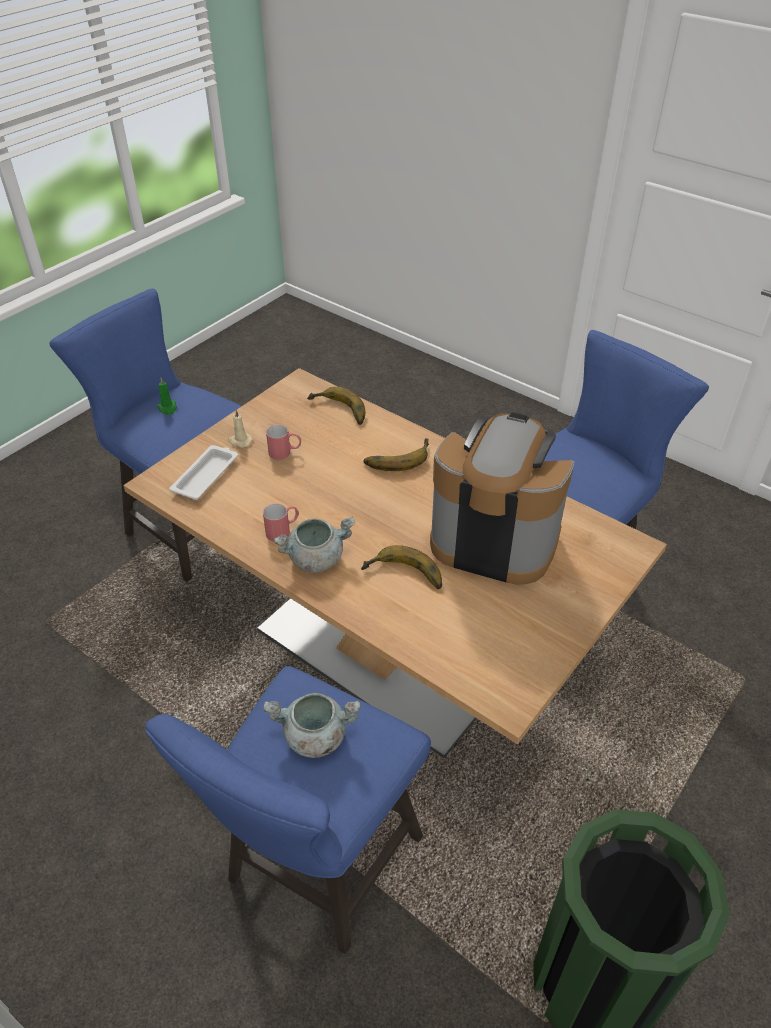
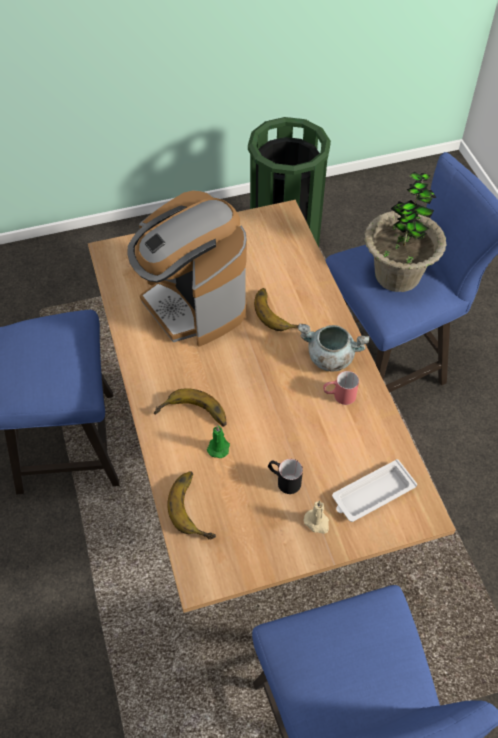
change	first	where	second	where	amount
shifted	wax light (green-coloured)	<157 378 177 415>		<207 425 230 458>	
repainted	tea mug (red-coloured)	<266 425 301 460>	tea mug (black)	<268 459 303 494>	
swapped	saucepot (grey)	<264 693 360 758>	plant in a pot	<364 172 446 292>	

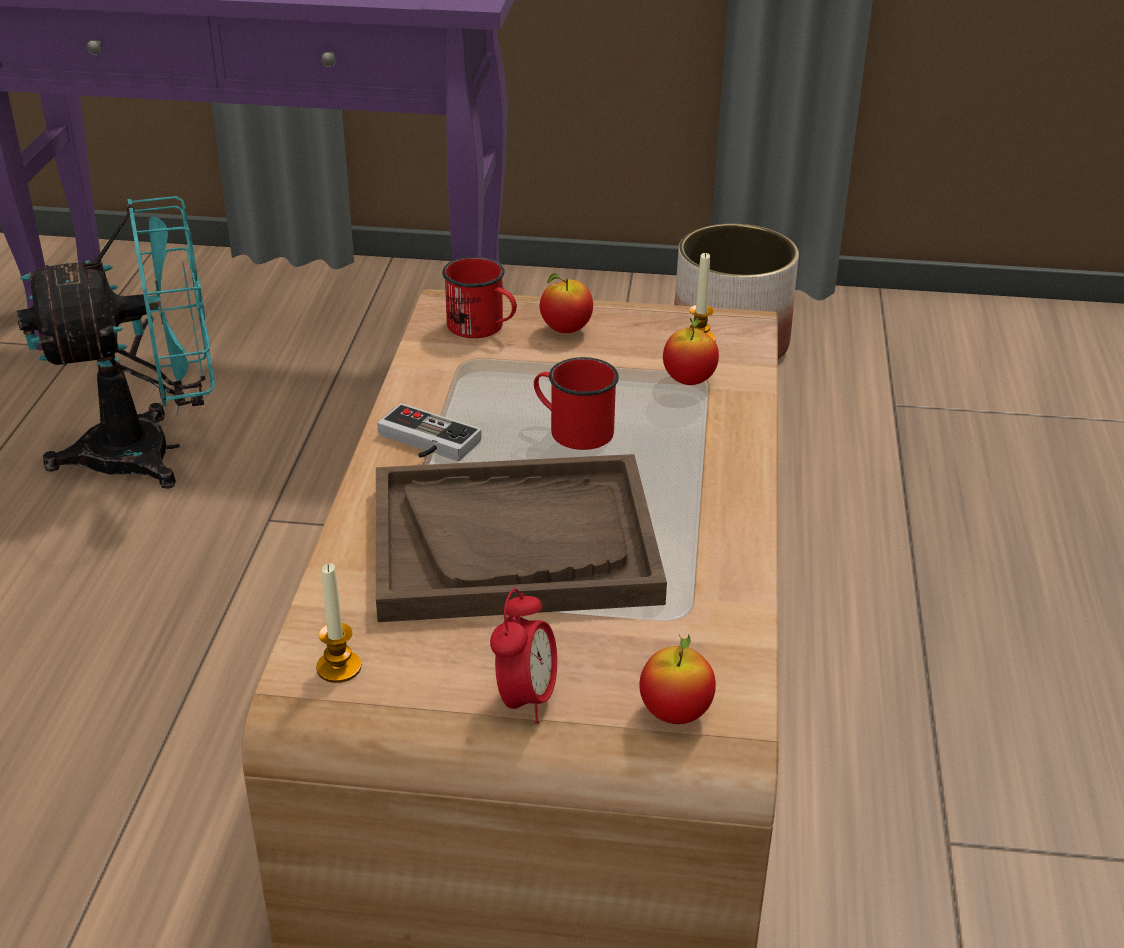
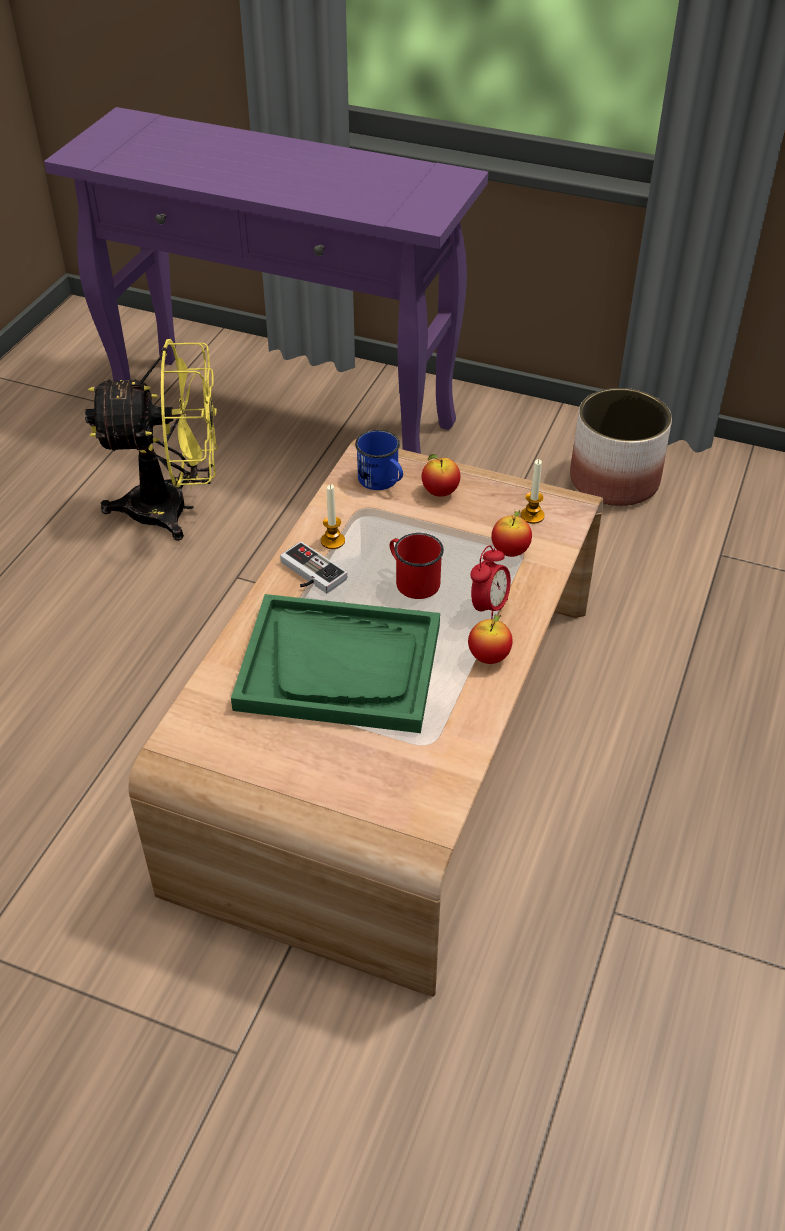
change	first	where	second	where	amount
repainted	electric fan (turquoise)	<17 196 215 489>	electric fan (yellowish)	<85 339 218 541>	
repainted	tea mug (red-coloured)	<442 257 517 338>	tea mug (bluish)	<355 430 403 490>	
repainted	serving tray (brown-coloured)	<376 454 667 622>	serving tray (green-coloured)	<231 594 440 733>	
shifted	wax light	<316 564 361 683>		<321 484 345 549>	
shifted	table clock	<490 588 557 724>		<470 545 511 619>	
shifted	apple fruit	<639 634 716 724>		<468 614 513 664>	

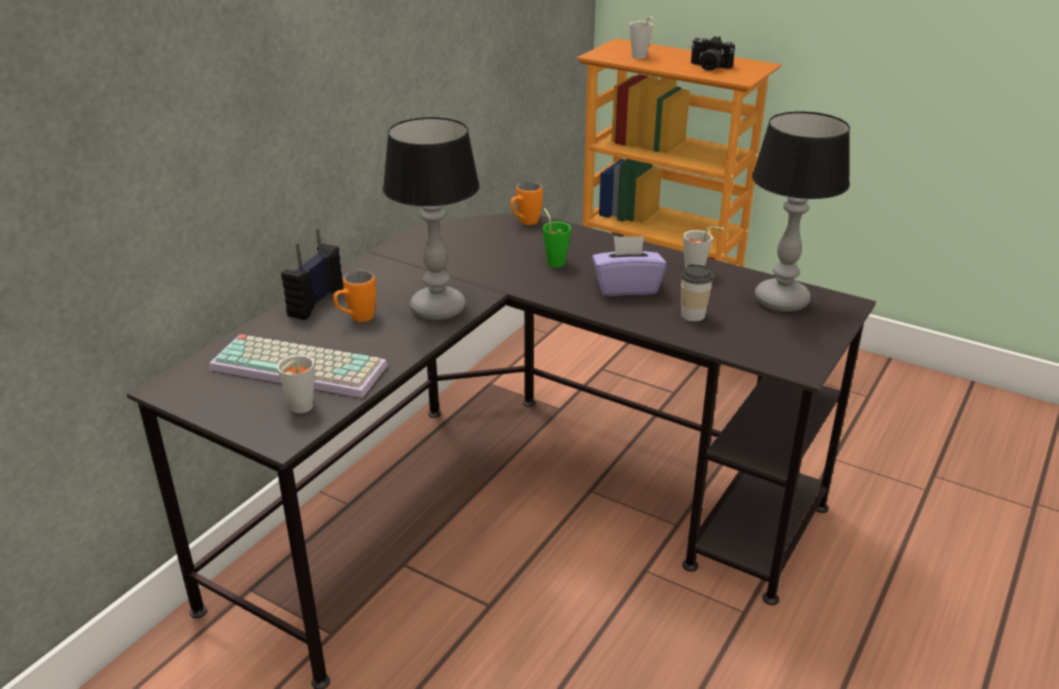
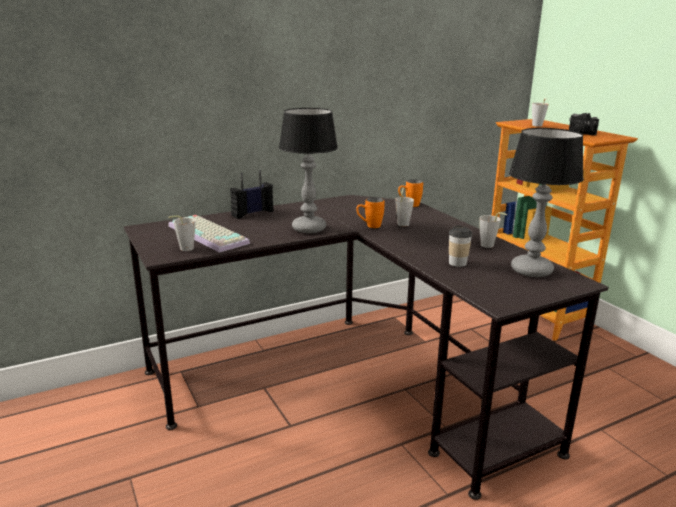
change	first	where	second	where	amount
repainted	drinking cup (green-coloured)	<543 208 571 268>	drinking cup (grey)	<395 188 414 227>	
gone	box of tissues (purple-coloured)	<592 236 667 296>			
shifted	tea mug (orange-coloured)	<333 270 376 322>		<356 197 385 228>	

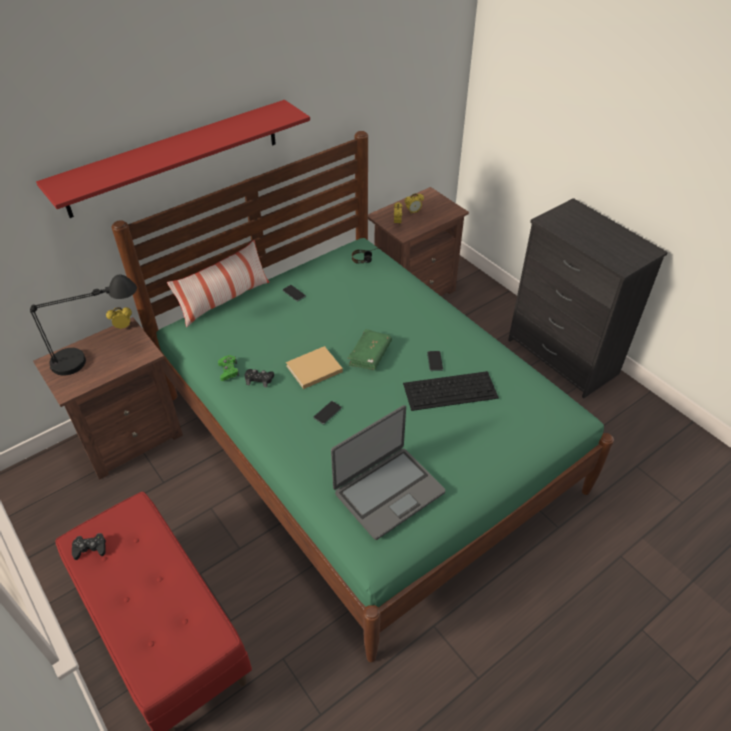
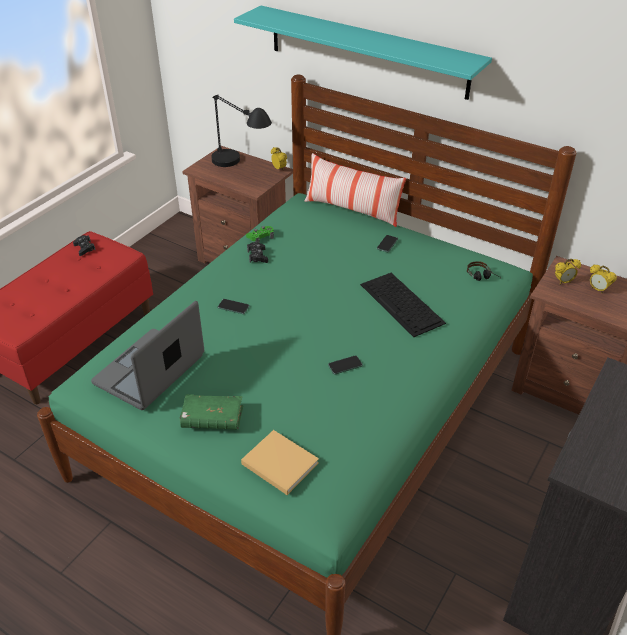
change	first	where	second	where	amount
repainted	wall shelf (red-coloured)	<36 100 310 218>	wall shelf (turquoise)	<234 6 492 100>	
shifted	volume (green-coloured)	<348 329 392 370>		<179 394 243 430>	
shifted	volume (sand-coloured)	<286 346 343 389>		<241 430 319 495>	
shifted	PC keyboard	<403 371 499 411>		<360 273 446 337>	
rotated	notebook computer	<331 405 445 540>		<91 301 204 410>	90 degrees clockwise

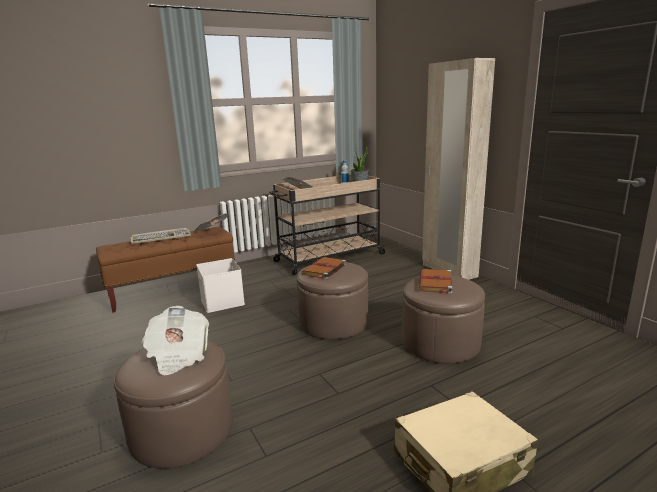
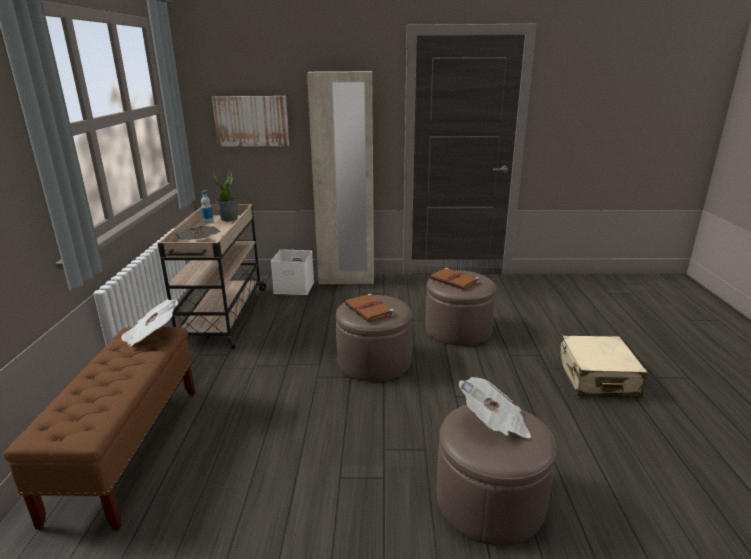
change	first	where	second	where	amount
gone	PC keyboard	<130 228 191 244>			
shifted	storage container (white)	<196 258 245 313>		<271 249 314 295>	
new			wall picture	<212 96 289 147>	

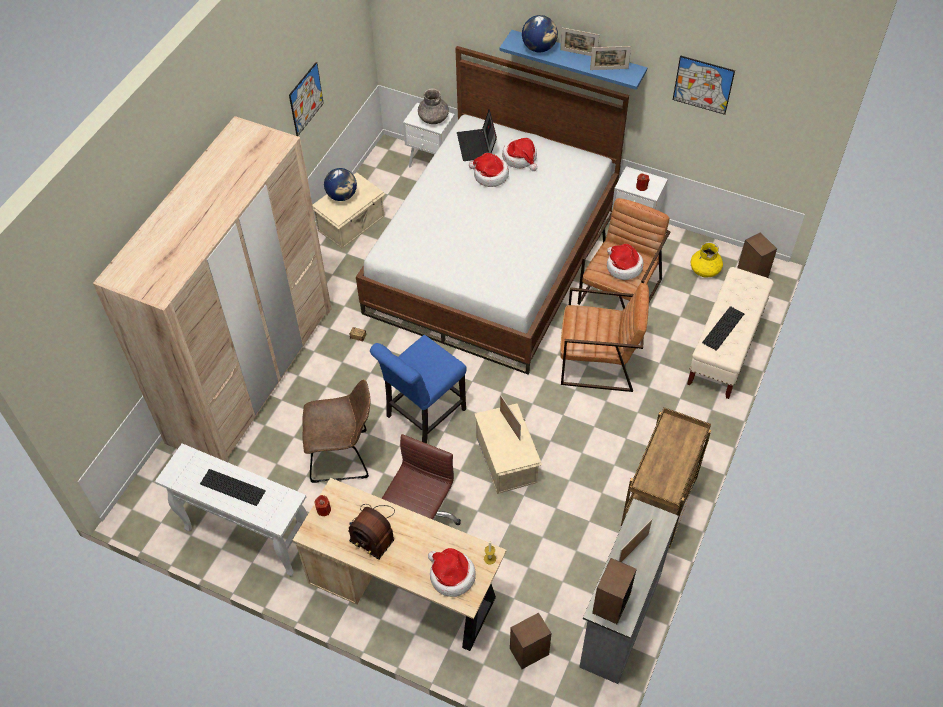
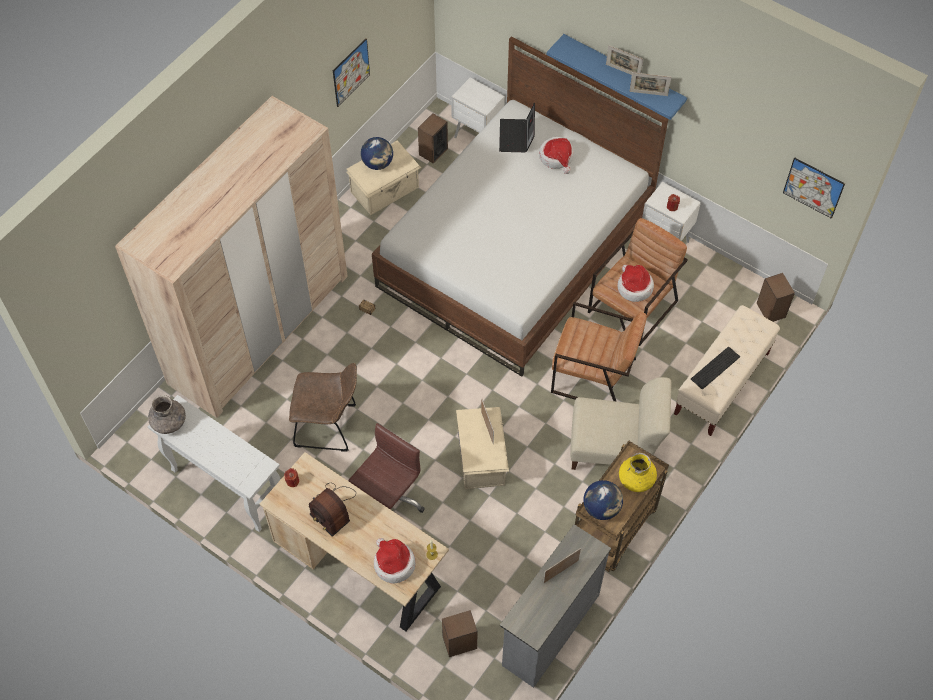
change	first	where	second	where	amount
shifted	globe	<522 15 558 52>		<583 480 623 520>	
shifted	wall picture	<673 55 735 115>		<783 157 845 219>	
shifted	vase (grey)	<418 88 449 124>		<148 395 186 434>	
gone	wearable hat	<469 153 509 187>			
shifted	vase (yellowish)	<690 242 723 278>		<619 453 657 492>	
gone	plain chair (bluish)	<370 335 467 444>			
gone	PC keyboard	<200 469 266 506>			
shifted	loudspeaker	<592 558 637 624>		<418 113 448 164>	
new			plain chair (sand-coloured)	<570 377 671 470>	

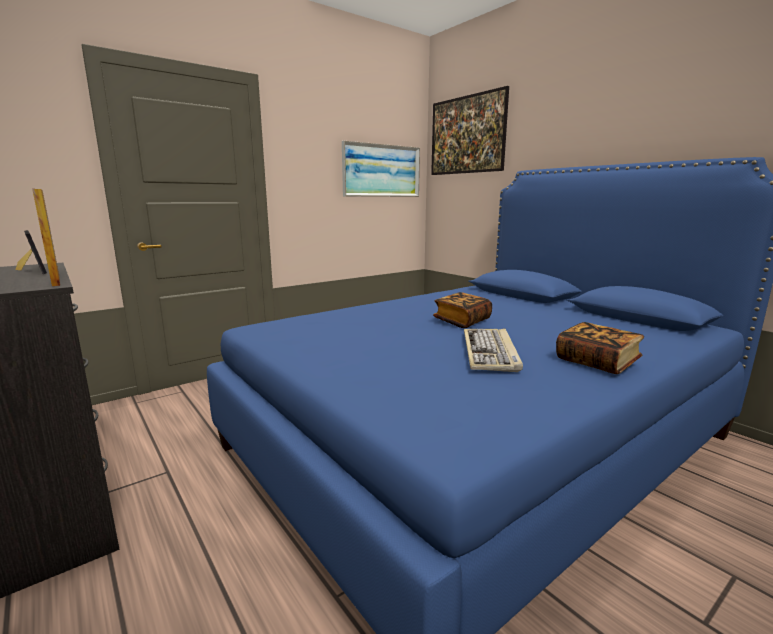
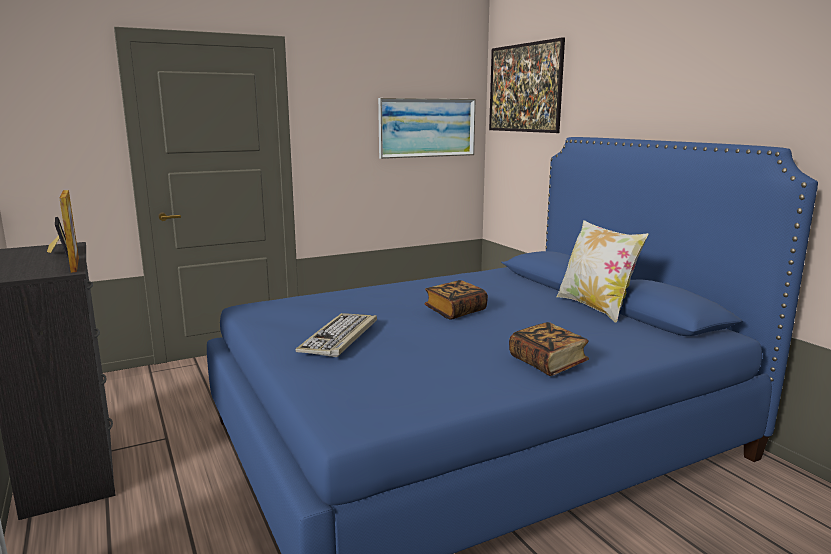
change	first	where	second	where	amount
shifted	PC keyboard	<464 329 523 372>		<295 313 377 357>	
new			throw pillow	<556 220 649 323>	

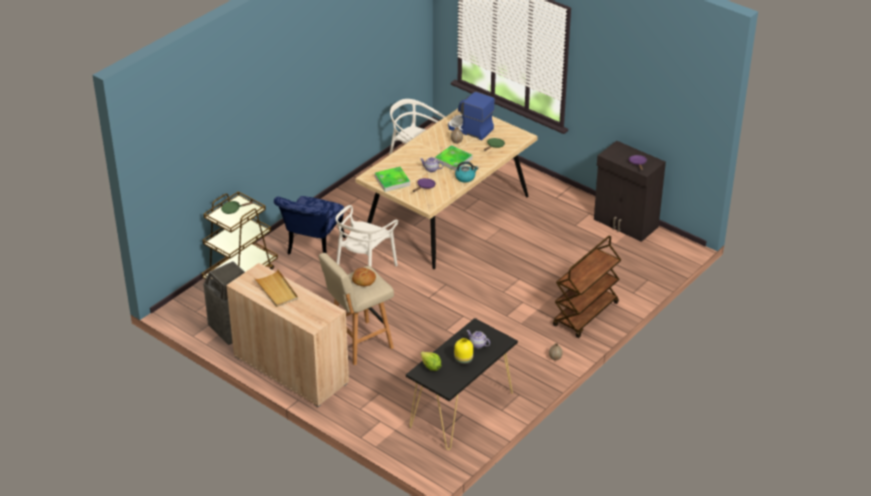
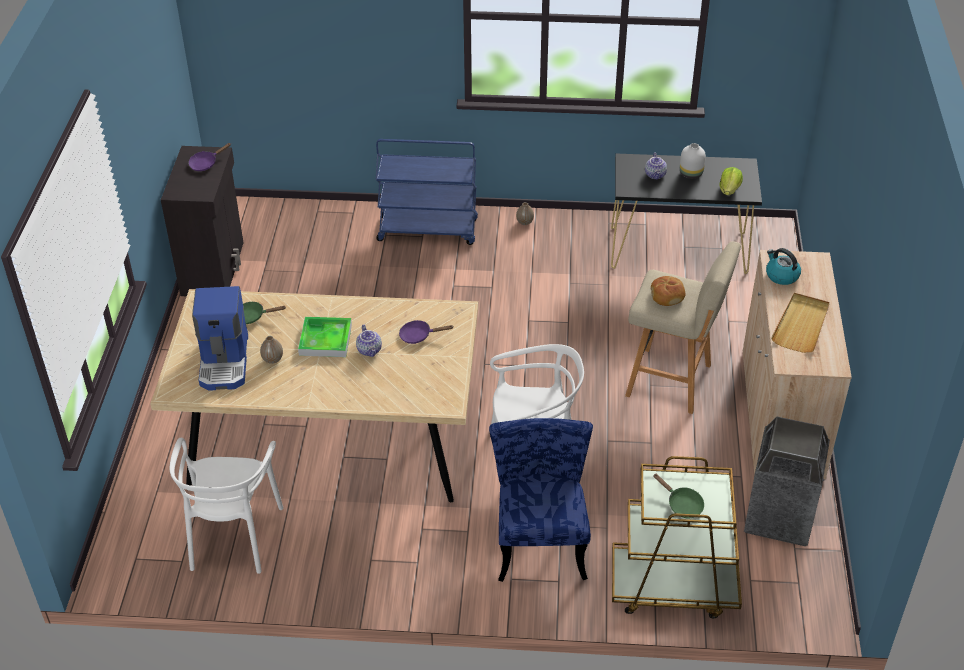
change	first	where	second	where	amount
shifted	water kettle	<455 161 478 183>		<766 248 801 285>	
gone	serving tray	<375 167 410 192>			
rotated	plain chair (bluish)	<274 196 346 255>		<489 418 593 582>	75 degrees counterclockwise
repainted	trolley (brown-coloured)	<553 236 621 338>	trolley (bluish)	<376 139 478 245>	
repainted	vase (yellowish)	<454 338 473 365>	vase (white)	<680 143 706 179>	

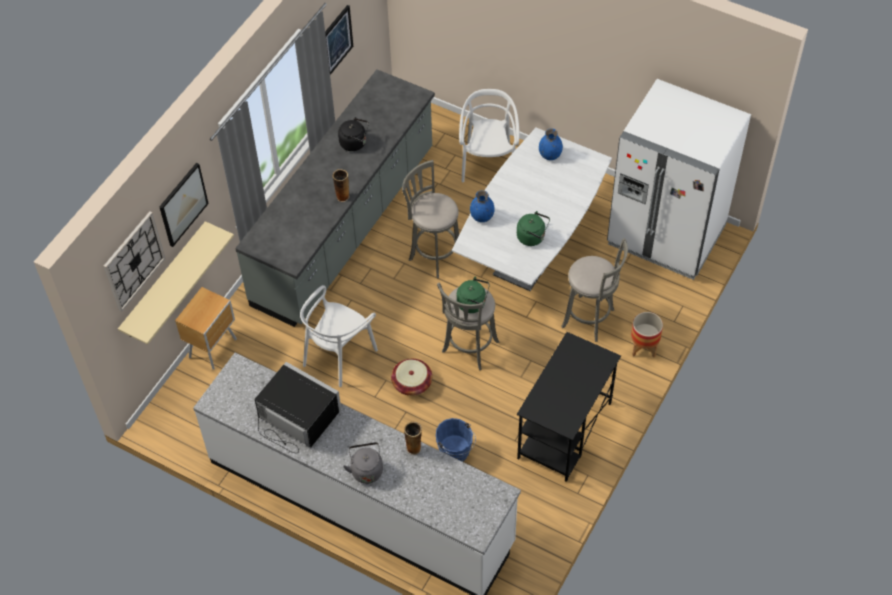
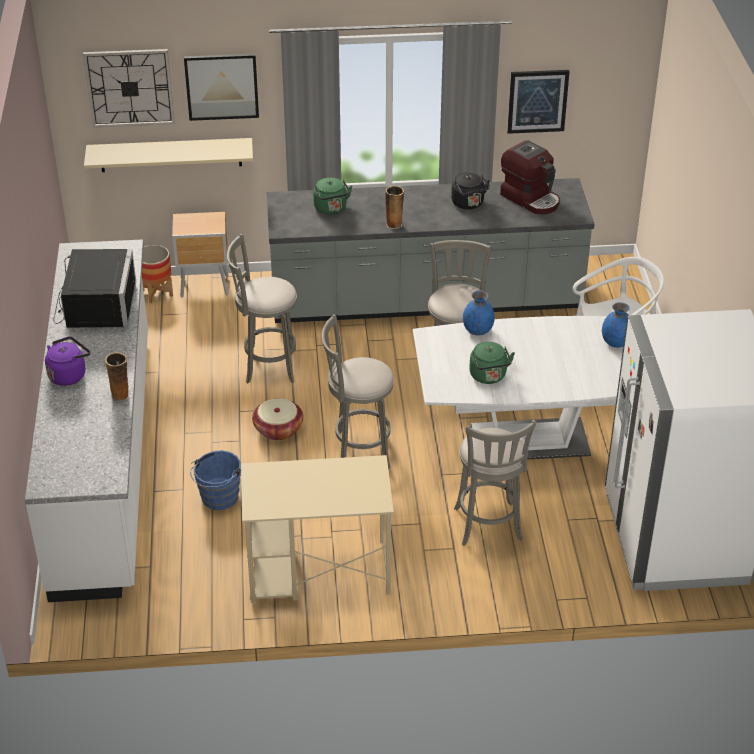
change	first	where	second	where	amount
shifted	water kettle (green-coloured)	<457 277 490 313>		<313 177 352 214>	
swapped	plain chair (white)	<300 285 378 387>	stool (grey)	<227 234 297 383>	
shifted	plant pot	<631 312 663 358>		<142 245 173 303>	
repainted	desk (black)	<517 332 621 482>	desk (sand-coloured)	<241 455 394 603>	
repainted	water kettle (grey)	<343 442 383 484>	water kettle (purple-coloured)	<45 336 90 386>	
new			coffee maker	<500 140 560 214>	

